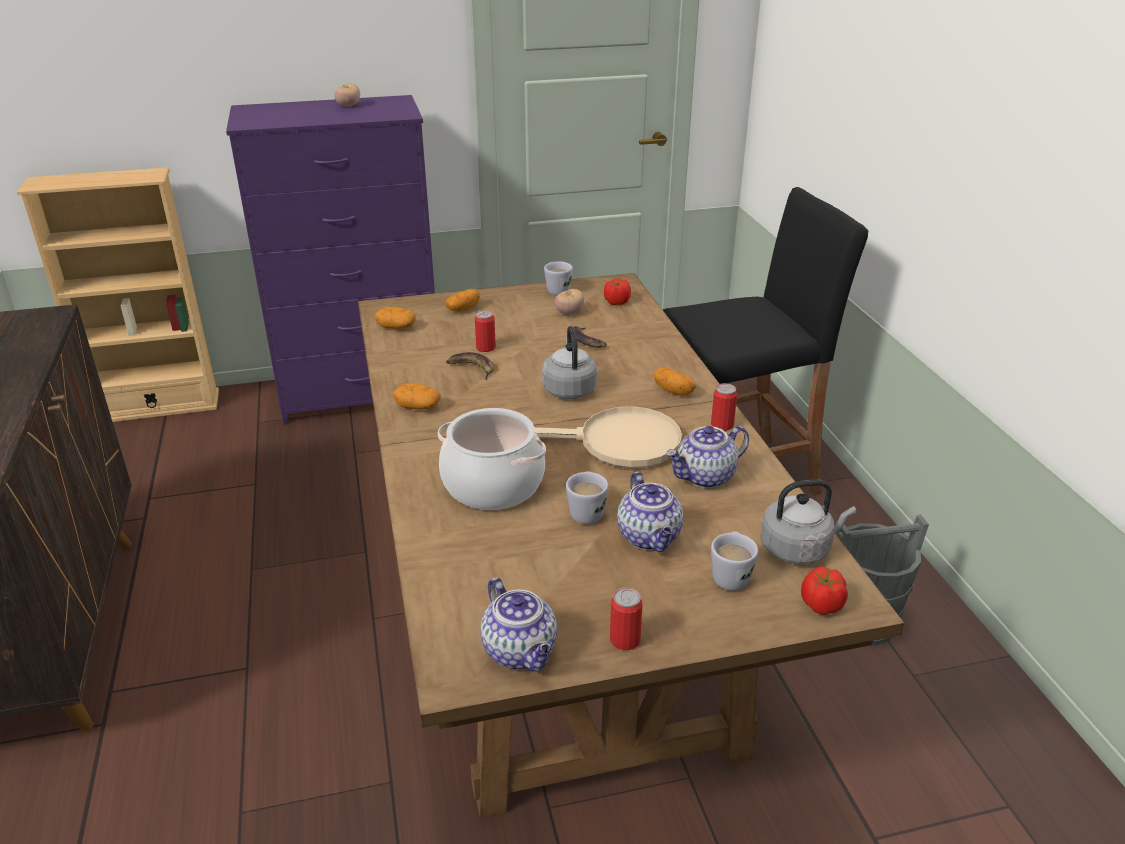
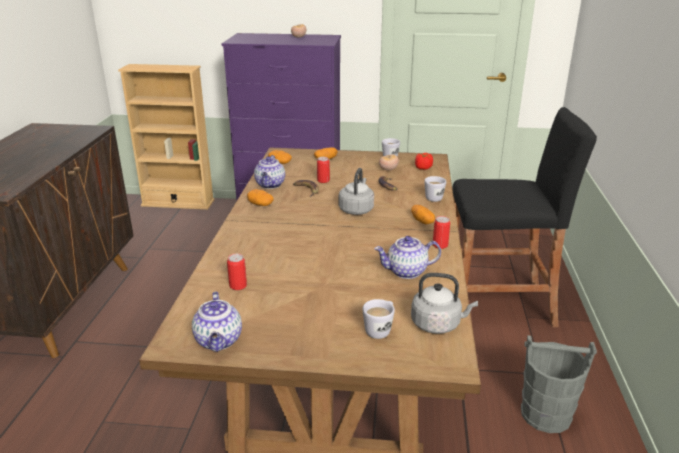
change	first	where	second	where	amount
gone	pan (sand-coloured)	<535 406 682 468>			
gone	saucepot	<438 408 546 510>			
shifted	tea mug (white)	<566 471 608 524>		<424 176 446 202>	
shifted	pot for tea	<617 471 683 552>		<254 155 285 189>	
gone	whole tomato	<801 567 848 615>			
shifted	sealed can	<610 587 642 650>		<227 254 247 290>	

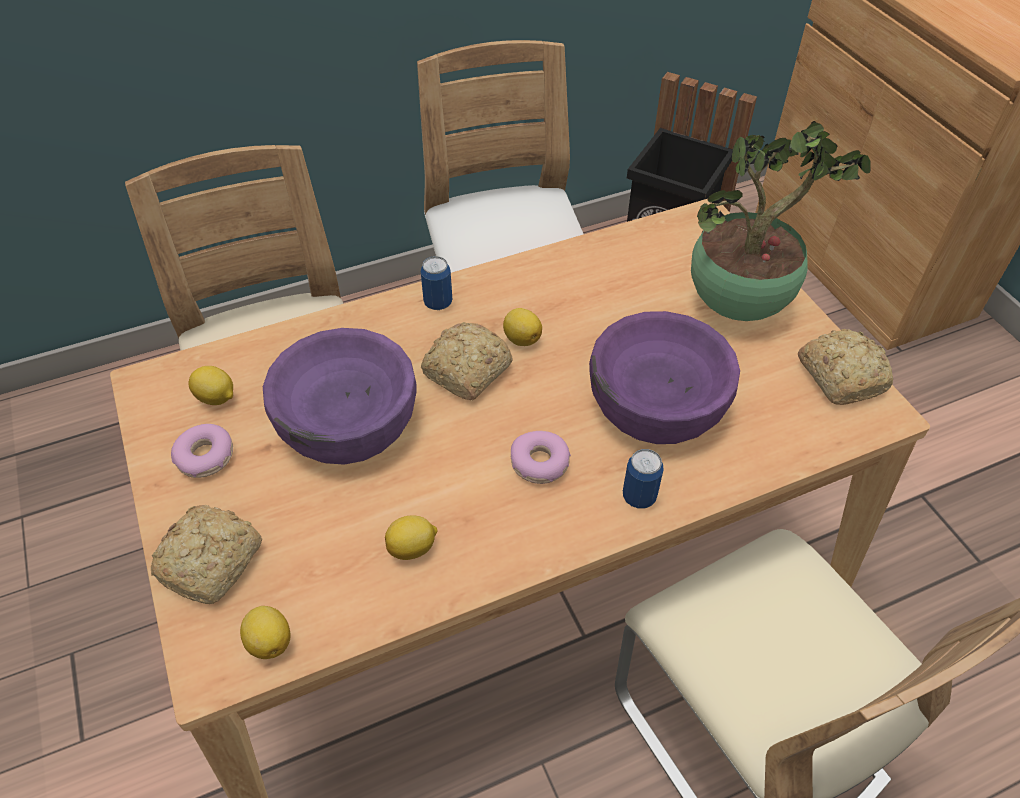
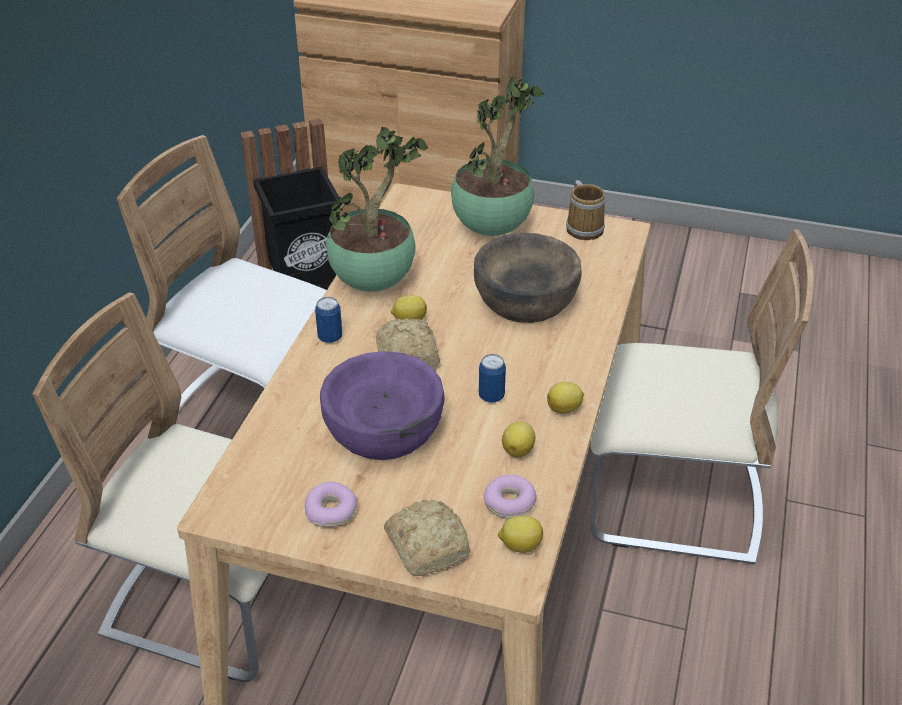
change	first	where	second	where	amount
repainted	deep dish (purple-coloured)	<589 311 740 444>	deep dish (brown-coloured)	<474 233 581 323>	
swapped	bread	<798 329 893 405>	tea mug	<566 180 606 240>	
shifted	citrus fruit	<188 366 233 405>		<547 382 584 414>	
shifted	doughnut	<511 431 571 484>		<484 475 537 519>	
shifted	sealed can	<623 449 664 509>		<479 354 506 403>	
new			plant in a pot	<326 127 428 292>	

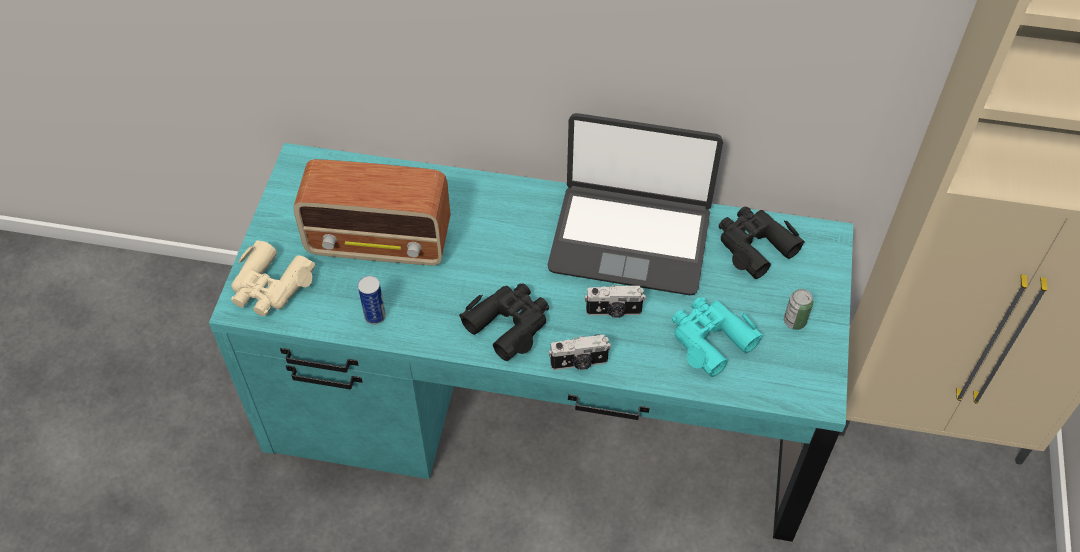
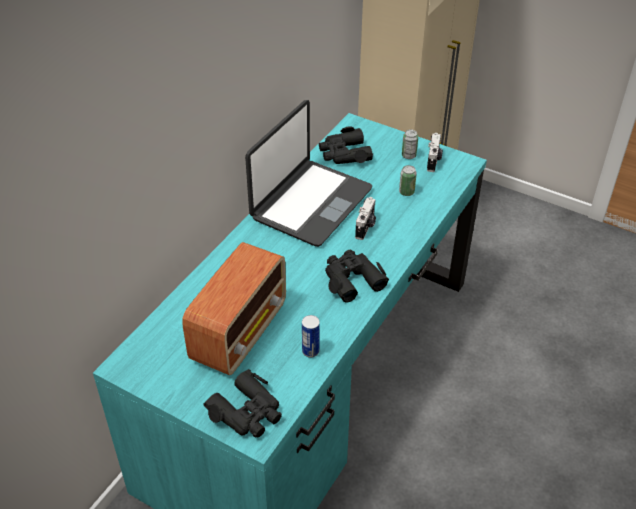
change	first	where	second	where	amount
repainted	binoculars (sand-coloured)	<231 240 315 316>	binoculars (black)	<203 369 282 438>	
swapped	binoculars (turquoise)	<672 297 763 377>	sealed can	<399 165 417 196>	
shifted	still camera	<549 334 611 370>		<427 133 443 172>	

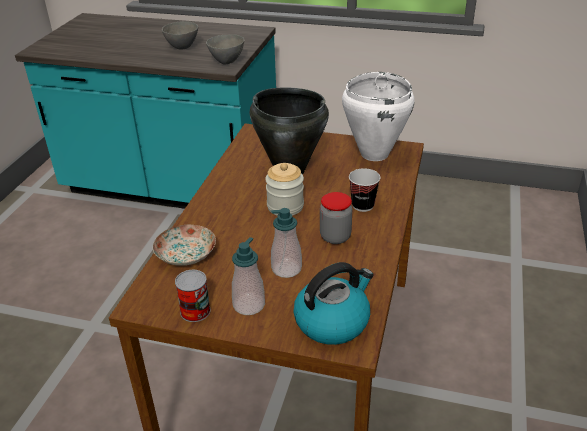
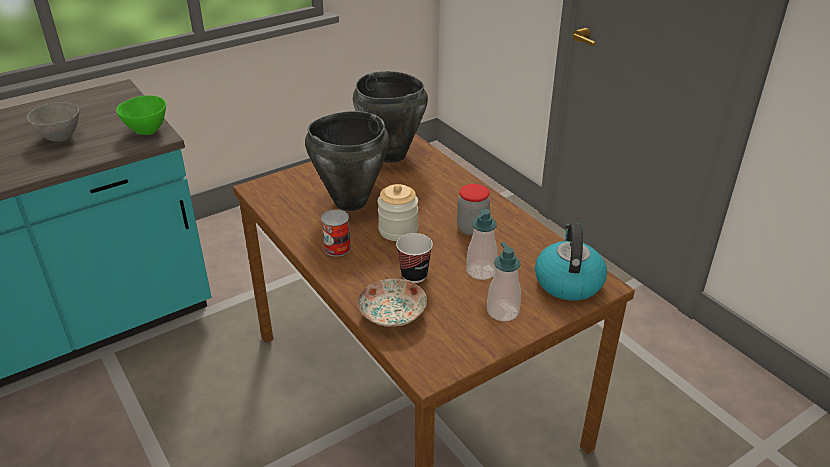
change	first	where	second	where	amount
repainted	deep dish (grey)	<206 34 245 65>	deep dish (green-coloured)	<116 95 166 135>	
repainted	saucepot (white)	<342 72 415 161>	saucepot (black)	<353 71 428 163>	
shifted	drinking cup	<349 168 381 212>		<396 233 433 283>	
shifted	sealed can	<175 270 211 322>		<321 209 351 256>	

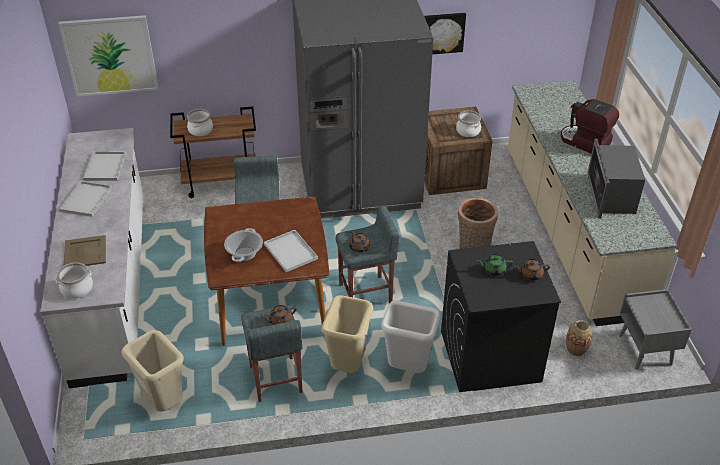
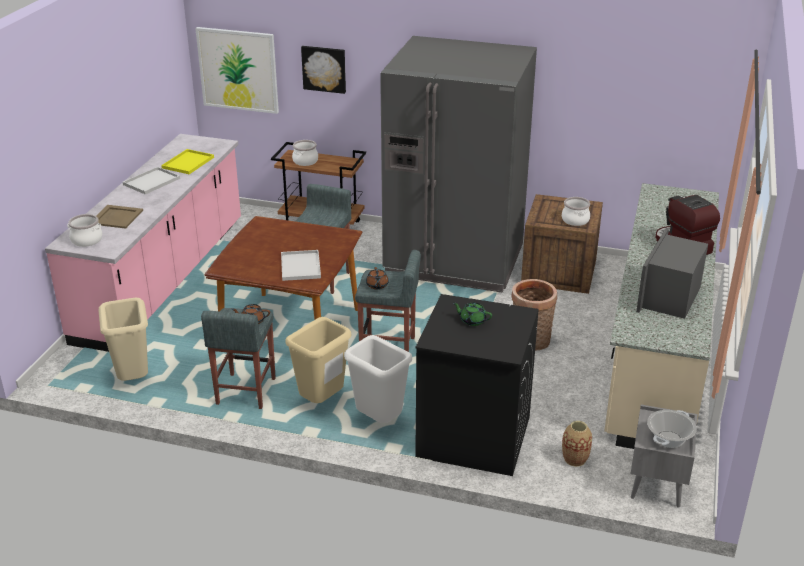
change	first	where	second	where	amount
shifted	wall picture	<424 13 466 54>		<301 46 346 94>	
repainted	kitchen base unit (white)	<41 128 143 388>	kitchen base unit (pinkish)	<45 134 241 352>	
repainted	serving tray (white)	<83 151 126 181>	serving tray (yellowish)	<161 149 214 174>	
shifted	saucepot	<224 228 263 262>		<647 410 697 448>	
gone	pot for tea (brown-coloured)	<514 259 550 281>			

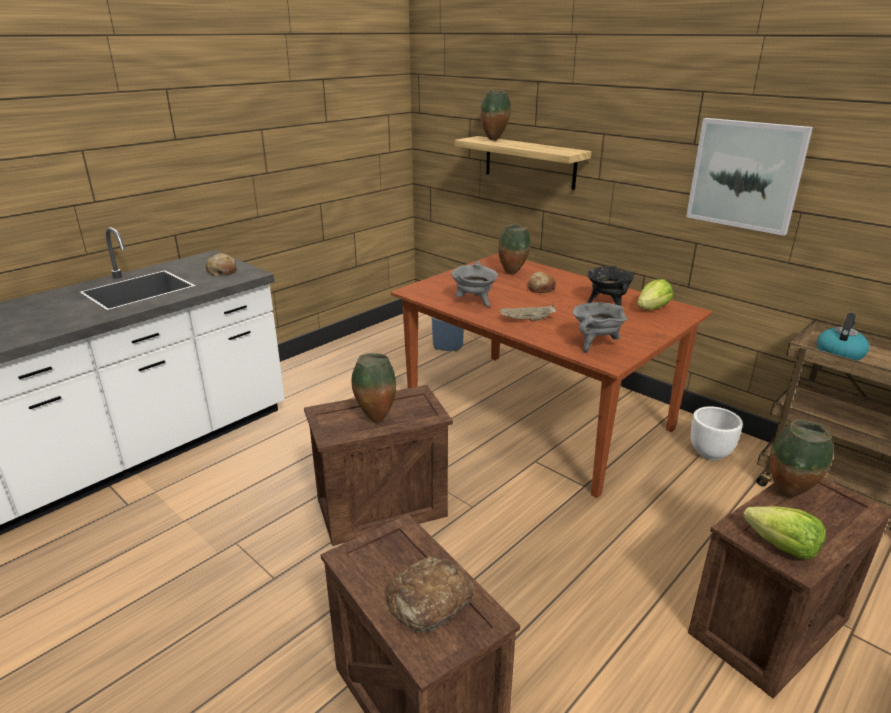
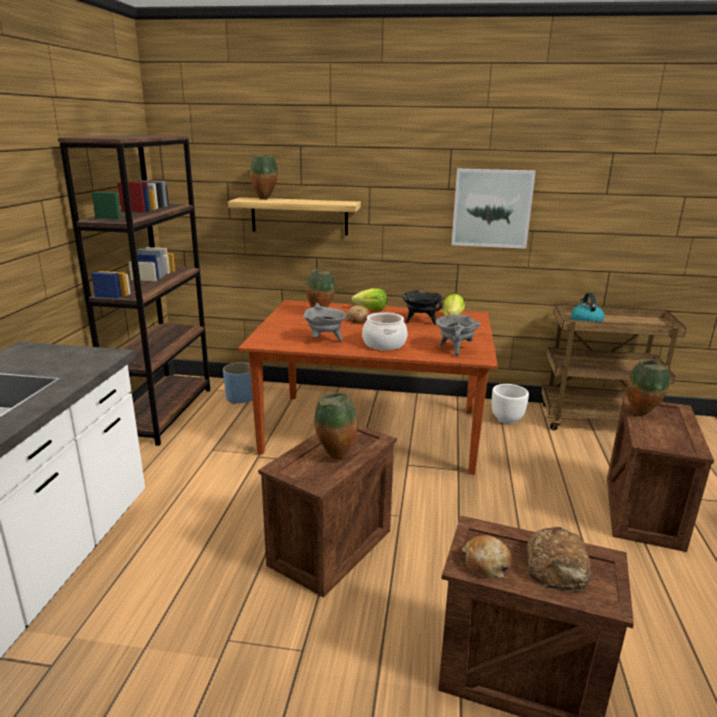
change	first	where	second	where	amount
shifted	bread	<206 253 237 276>		<462 535 512 578>	
swapped	serving tray (sand-coloured)	<500 305 557 321>	saucepot	<362 312 407 350>	
shifted	lettuce head	<743 506 826 559>		<351 288 387 310>	
new			bookshelf (brown-coloured)	<57 135 210 446>	

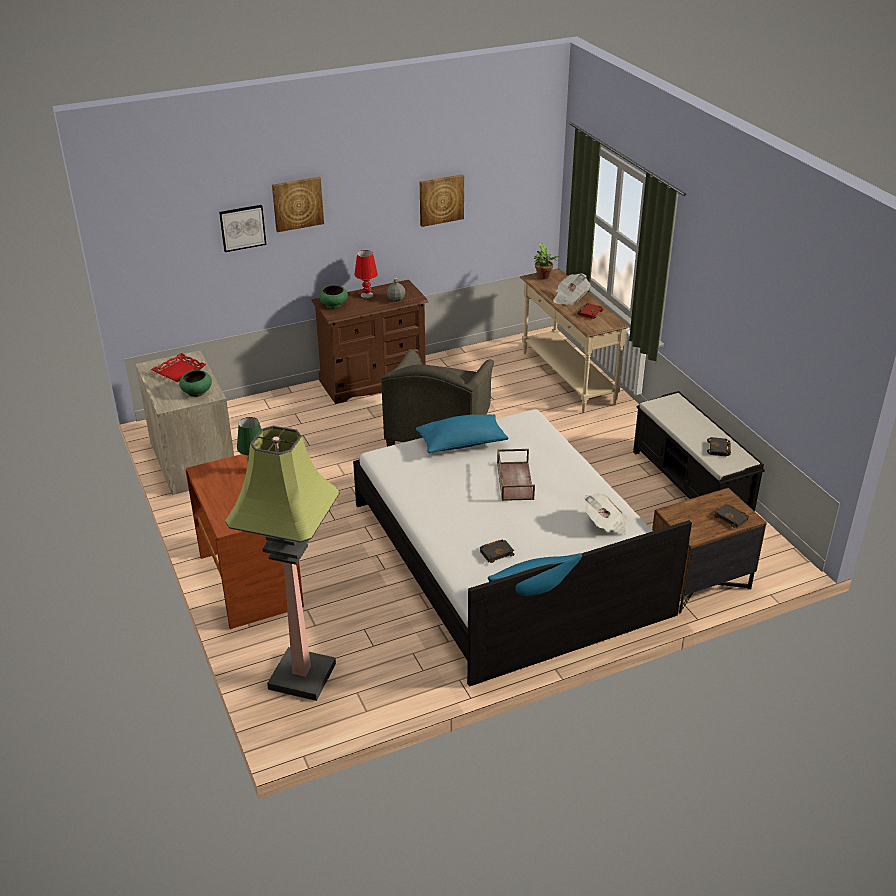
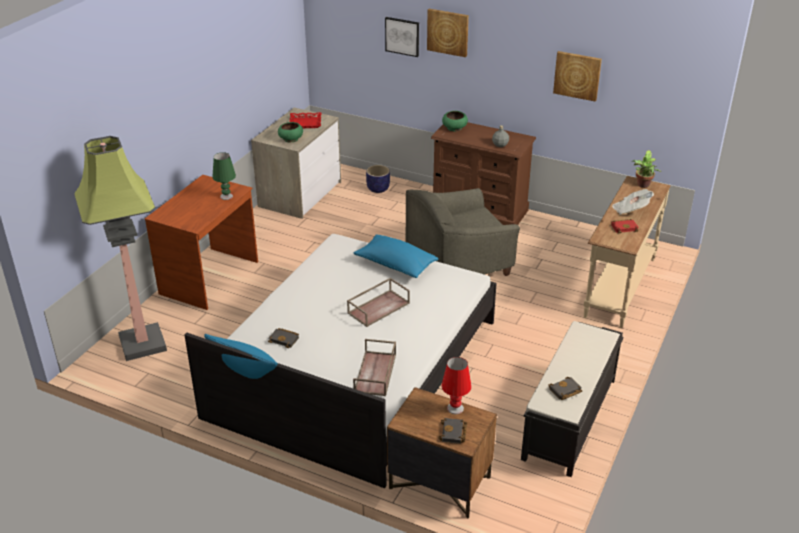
change	first	where	second	where	amount
shifted	table lamp (red-coloured)	<354 250 378 298>		<441 357 472 414>	
swapped	newspaper	<584 494 627 535>	serving tray (brown-coloured)	<353 339 396 396>	
new			plant pot	<366 165 390 193>	

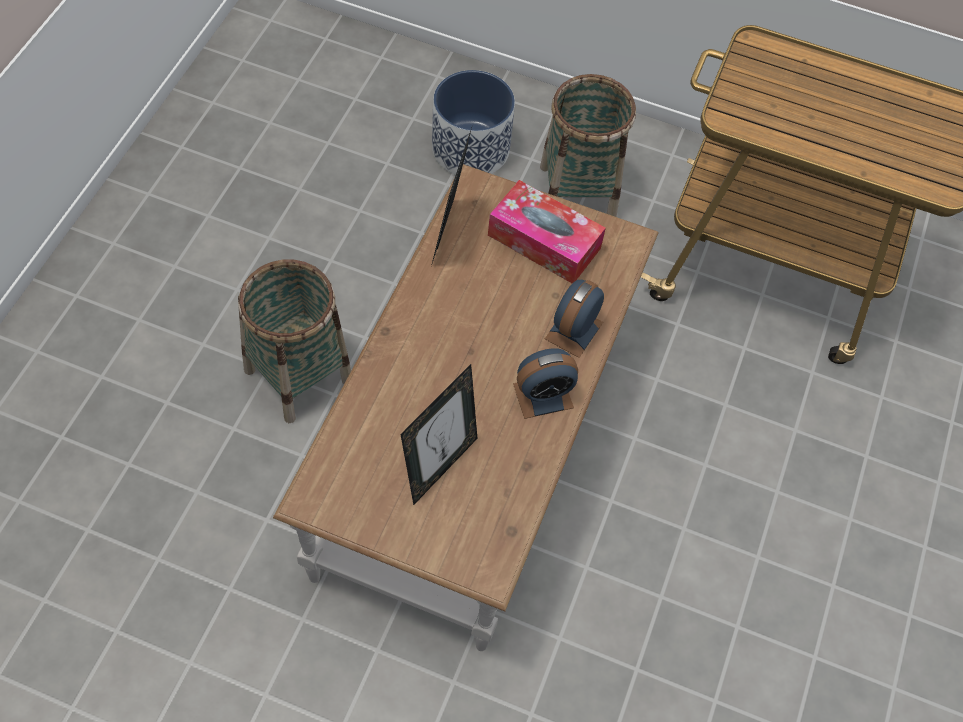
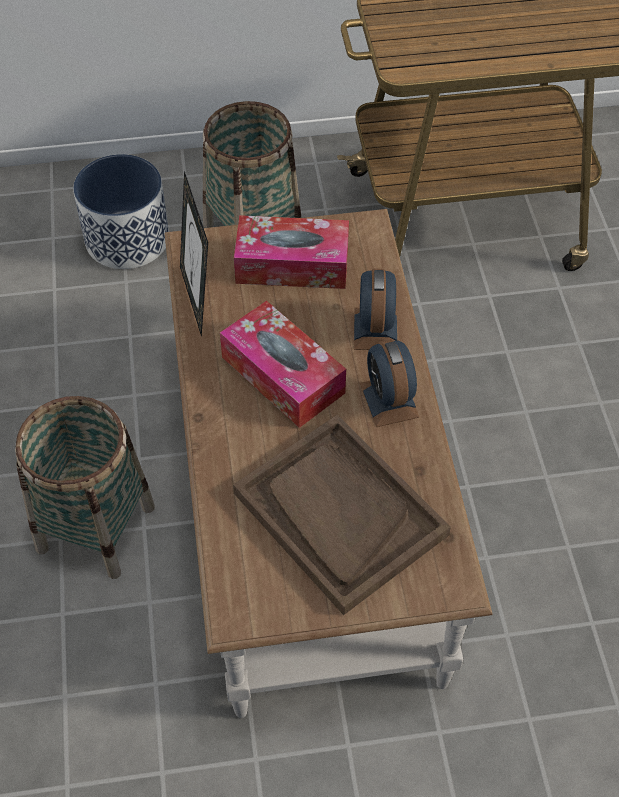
change	first	where	second	where	amount
rotated	table clock	<513 348 578 419>		<360 339 419 427>	120 degrees clockwise
swapped	picture frame	<400 364 478 505>	serving tray (brown-coloured)	<233 415 451 615>	
new			box of tissues	<220 301 346 428>	

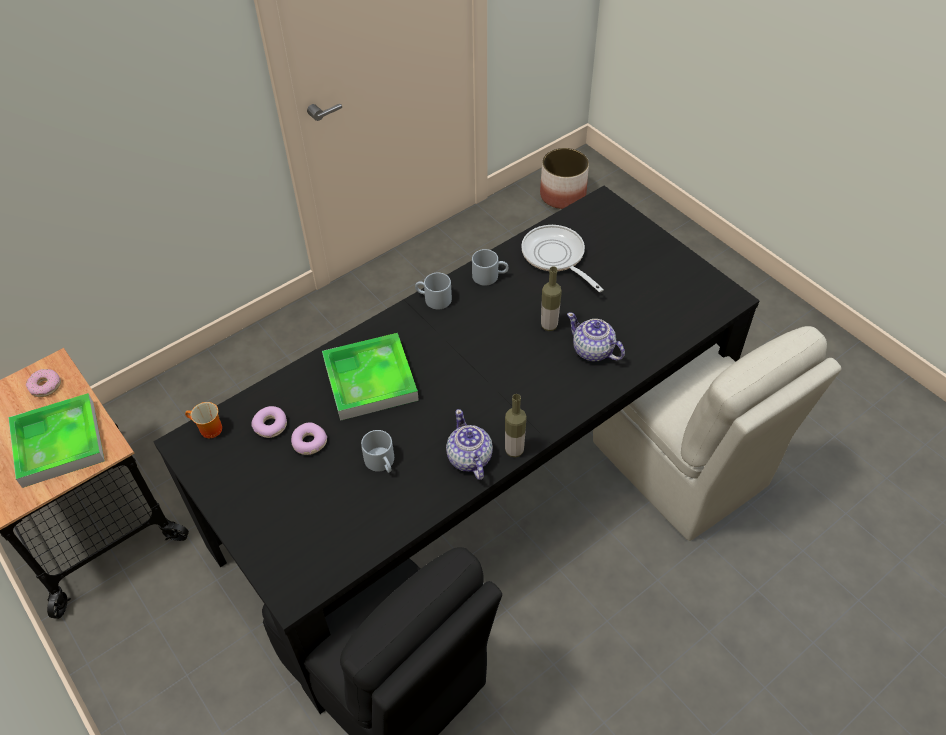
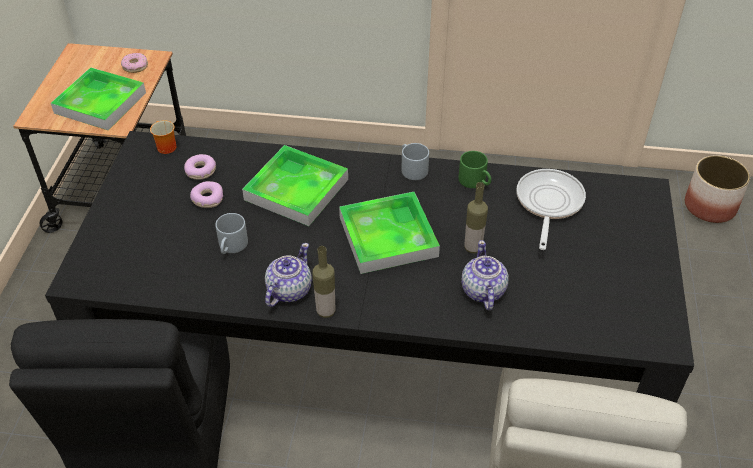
change	first	where	second	where	amount
repainted	tea mug (grey)	<472 249 508 286>	tea mug (green-coloured)	<459 151 491 188>	
new			serving tray	<339 192 440 274>	

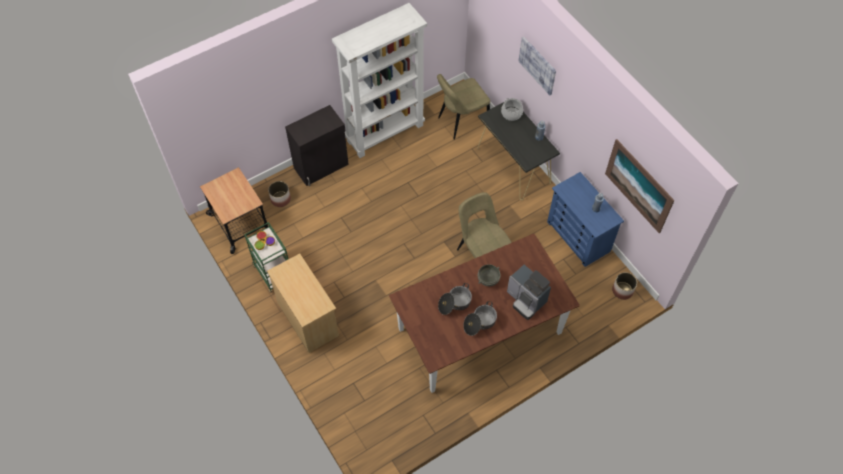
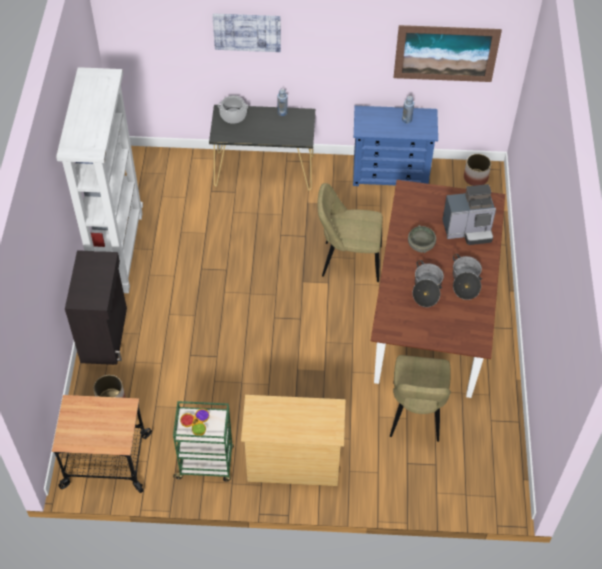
change	first	where	second	where	amount
shifted	plain chair (sand-coloured)	<437 74 490 140>		<390 355 451 442>	

